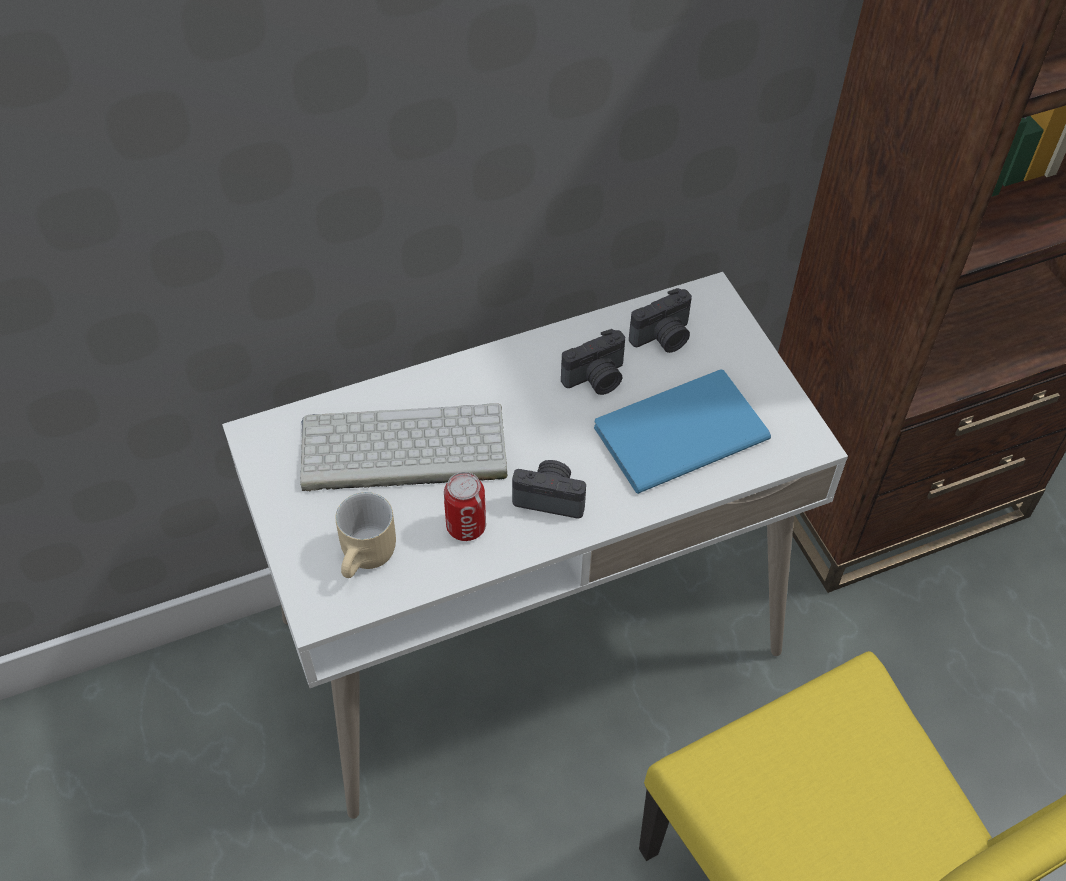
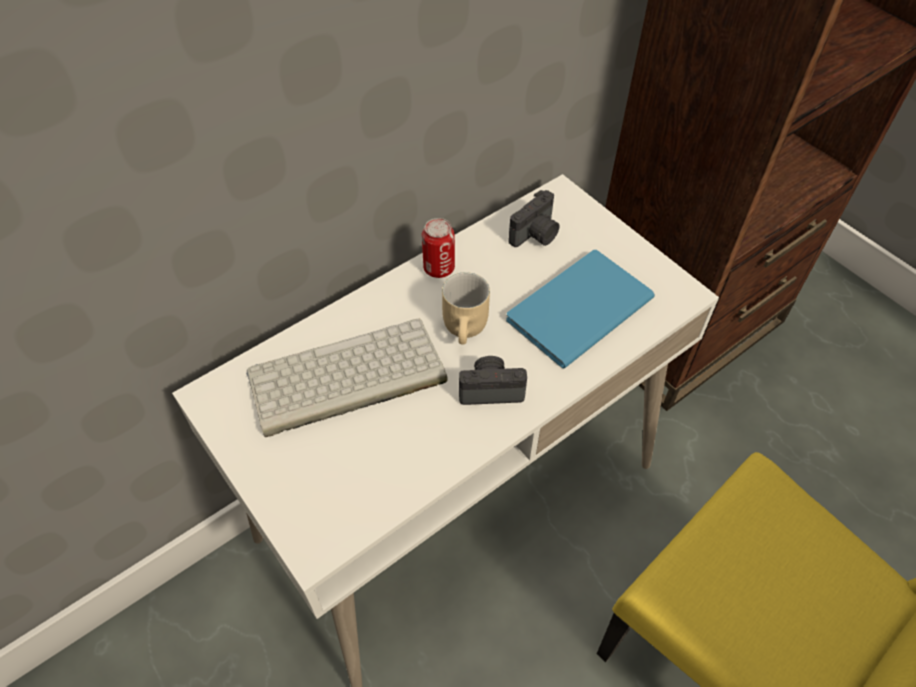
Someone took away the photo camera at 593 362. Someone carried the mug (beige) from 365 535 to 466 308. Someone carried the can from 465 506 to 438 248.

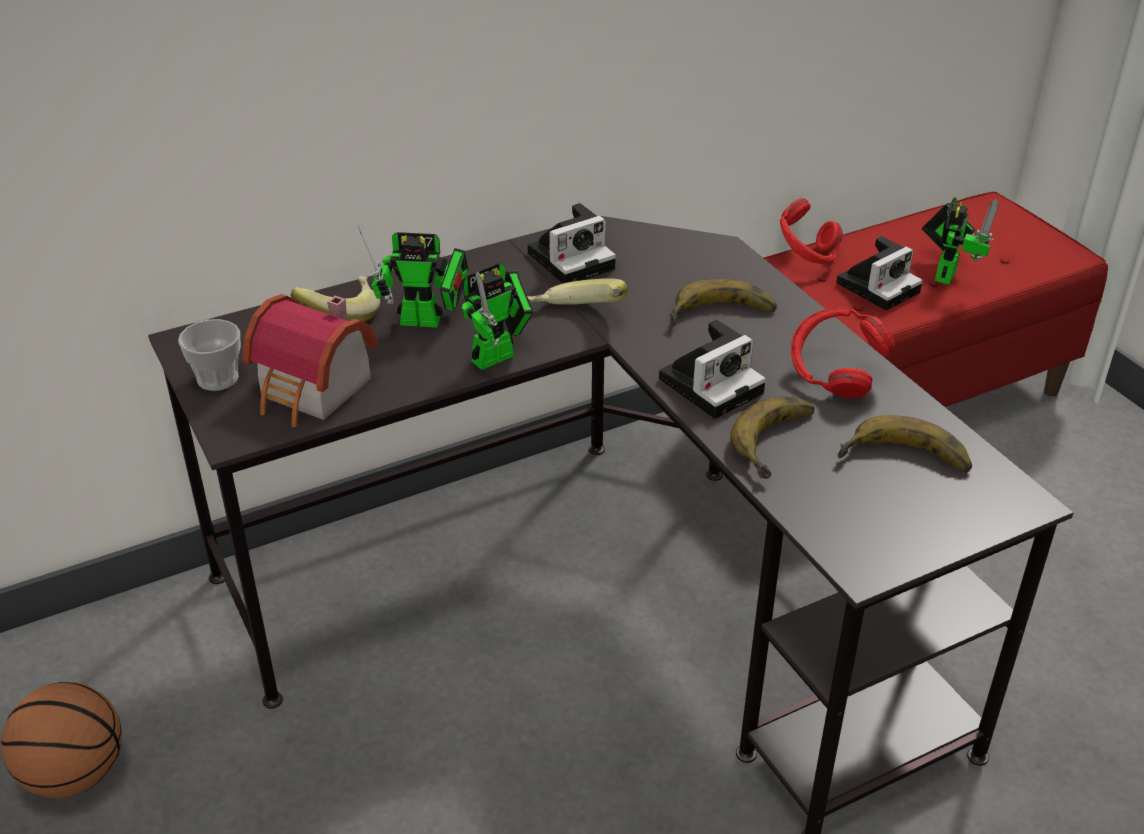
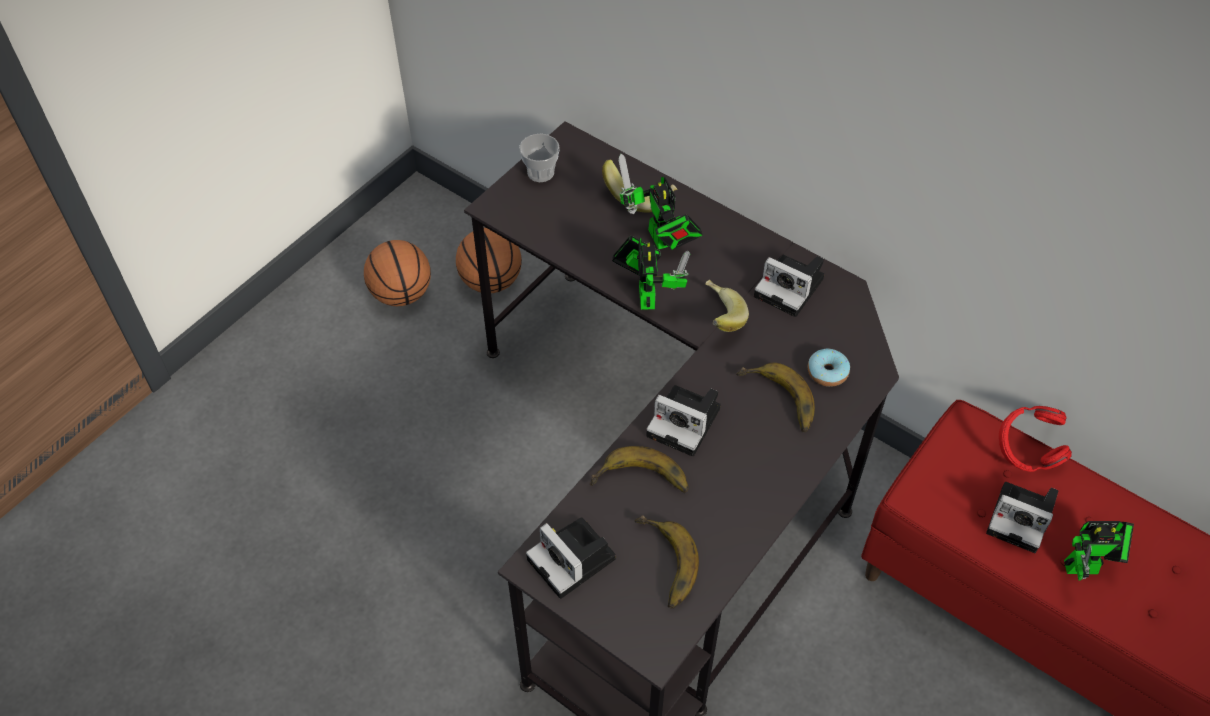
Someone took away the toy house at 311 360. Someone took away the headphones (red) at 843 352. Someone put down the basketball at 489 260. Someone put down the photo camera at 571 558. Someone put down the donut at 829 367. Someone rotated the toy robot at 498 316 by 120 degrees counterclockwise.

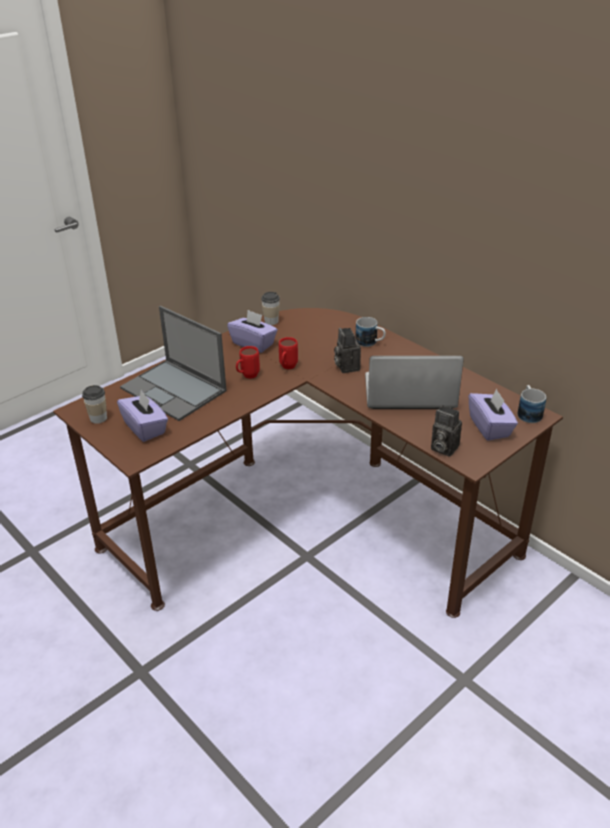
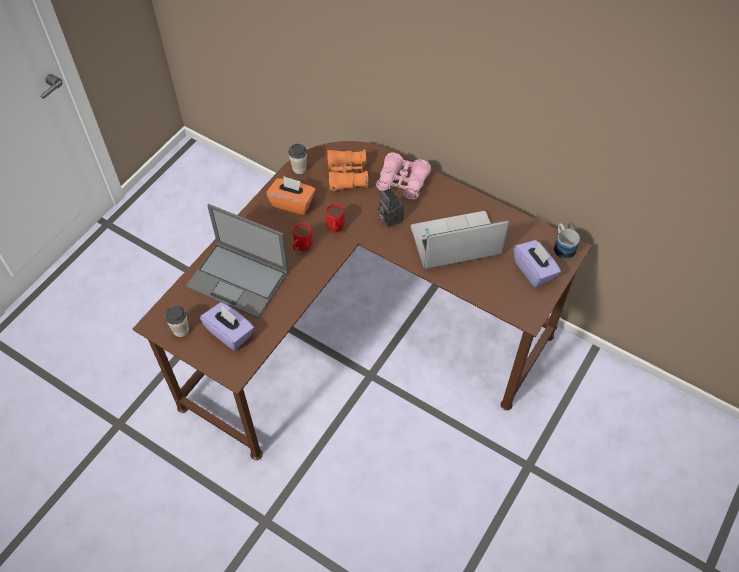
Someone took away the photo camera at 446 431. Someone put down the binoculars (orange) at 347 170. Someone swapped the mug at 370 332 for the binoculars (pink) at 403 176. Someone repainted the tissue box (purple) at 252 331, which became the tissue box (orange) at 290 195.

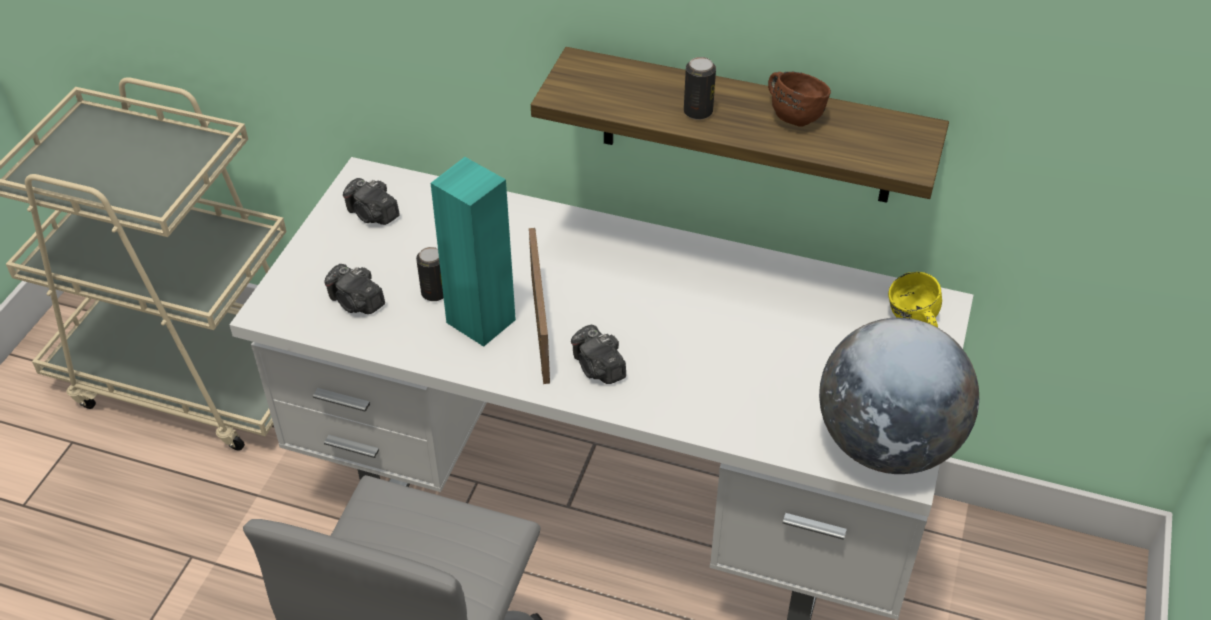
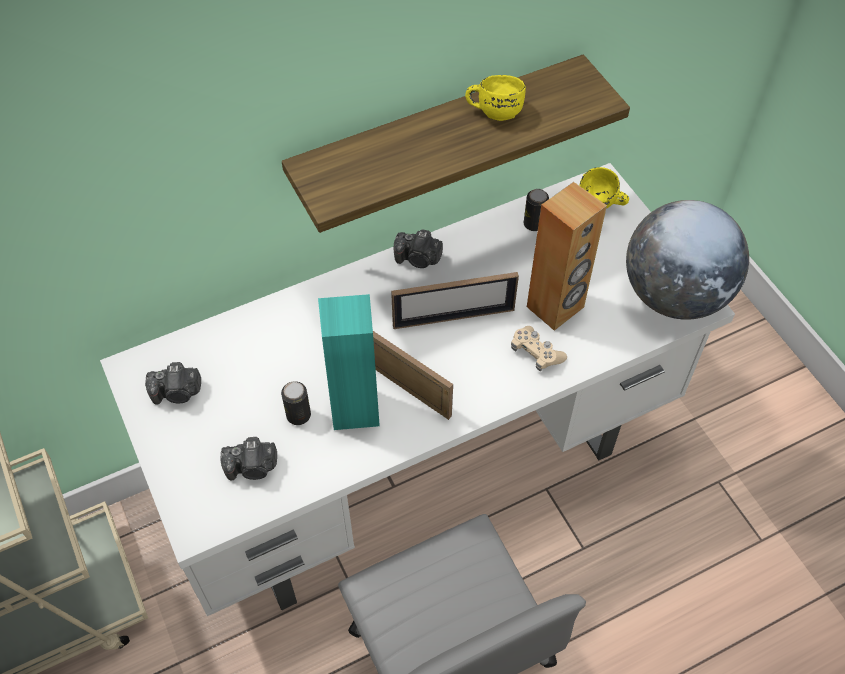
Someone put down the picture frame at 455 300. Someone put down the game controller (beige) at 539 348. Someone put down the speaker (brown) at 567 256. Someone carried the photo camera from 598 354 to 418 248. Someone carried the can from 700 88 to 536 210. Someone repainted the mug (brown) at 799 99, which became the mug (yellow) at 495 98.

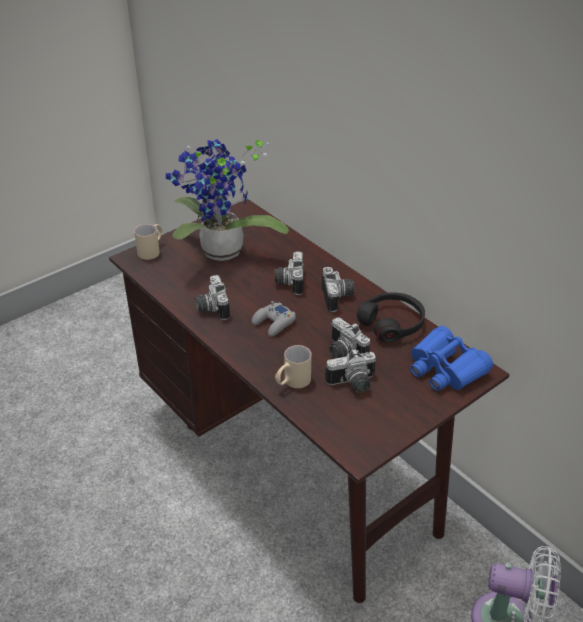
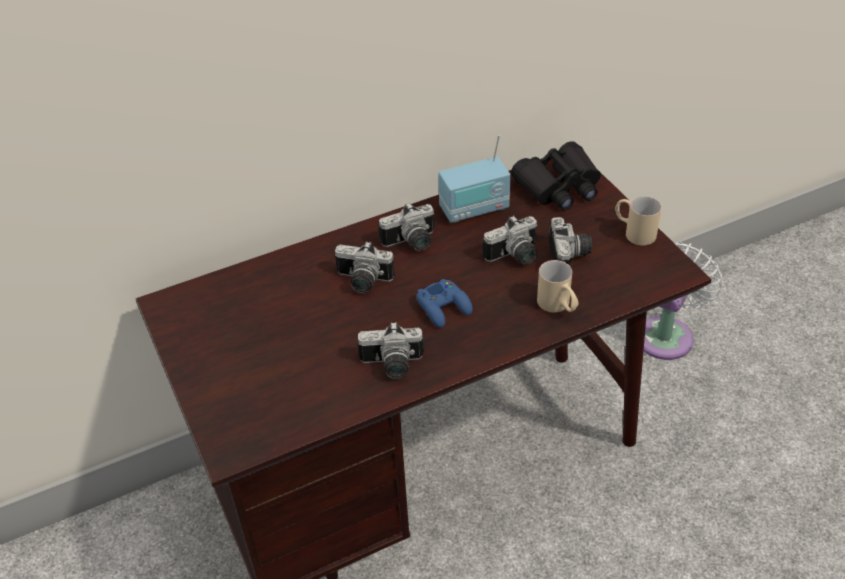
Someone took away the potted plant at 227 200. Someone carried the mug (beige) from 148 242 to 638 221. Someone swapped the headphones (black) at 391 317 for the radio at 474 179. Someone repainted the game controller (grey) at 274 319, which became the game controller (blue) at 444 303. Someone repainted the binoculars (blue) at 451 358, which became the binoculars (black) at 556 175. Someone rotated the photo camera at 338 289 by 150 degrees clockwise.

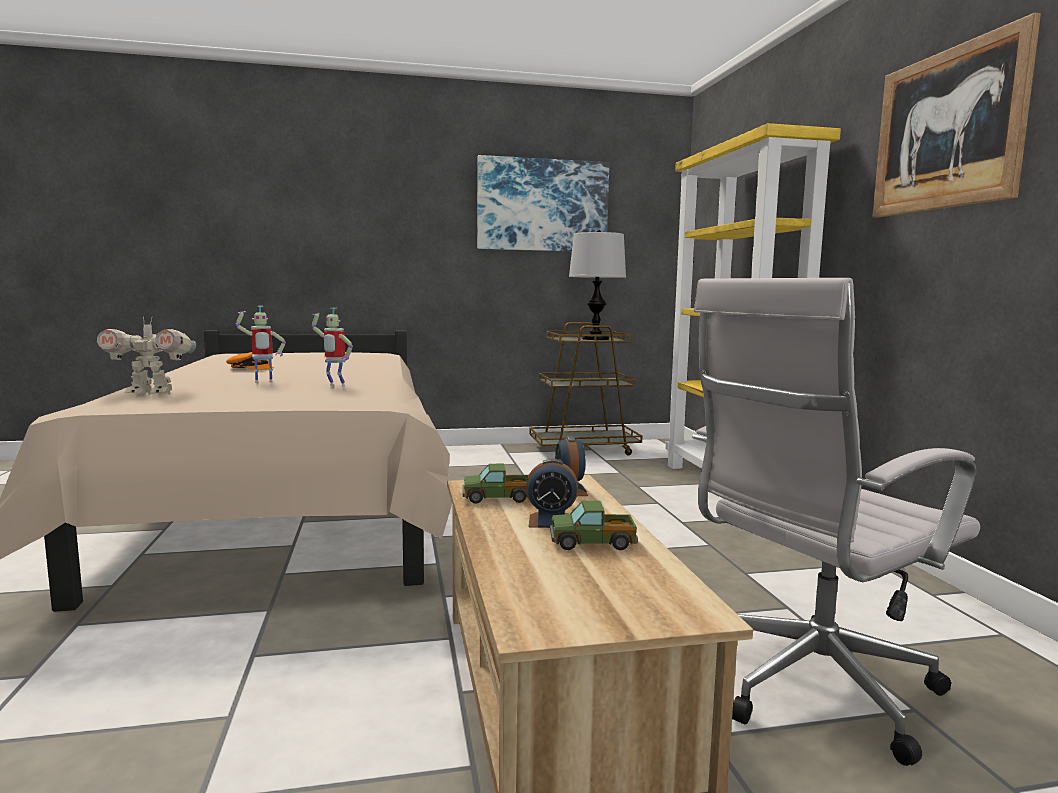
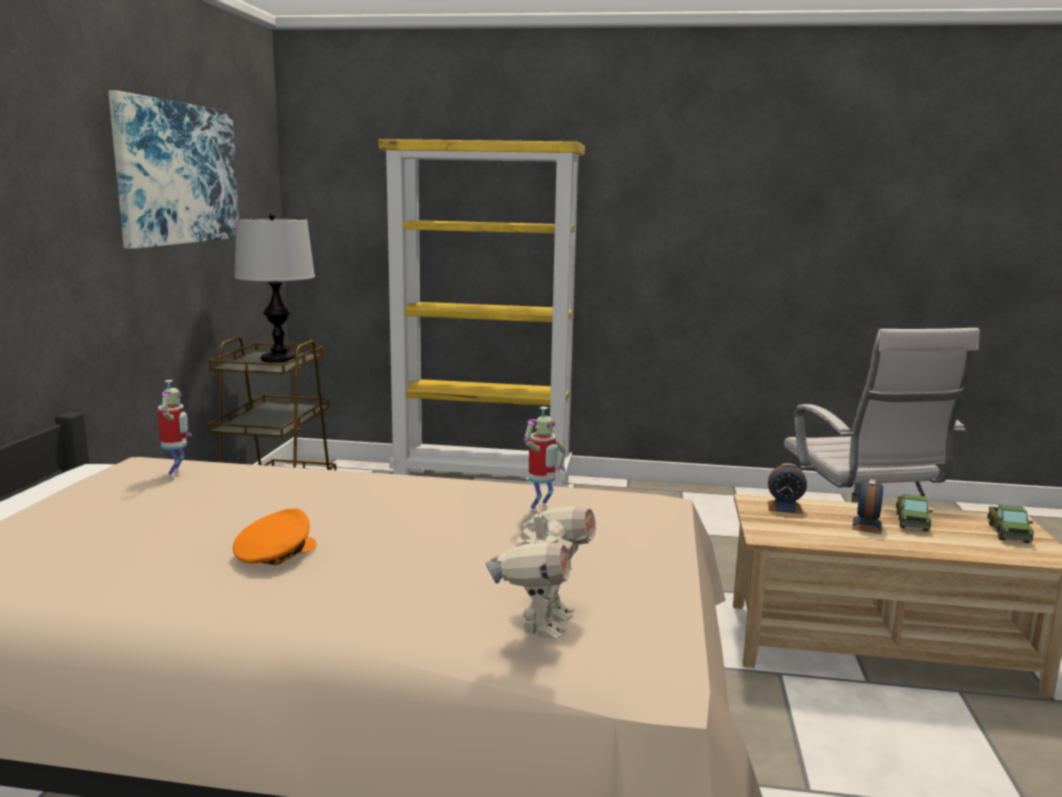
Someone took away the picture at 956 115. Someone carried the toy robot from 260 344 to 174 429. Someone carried the toy truck from 496 484 to 1010 523.

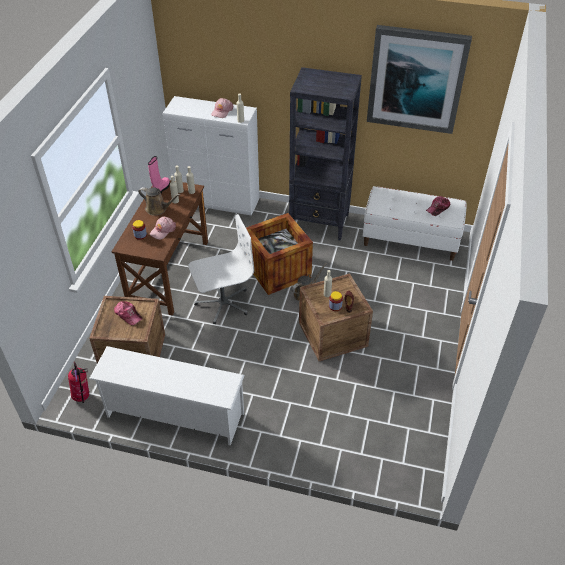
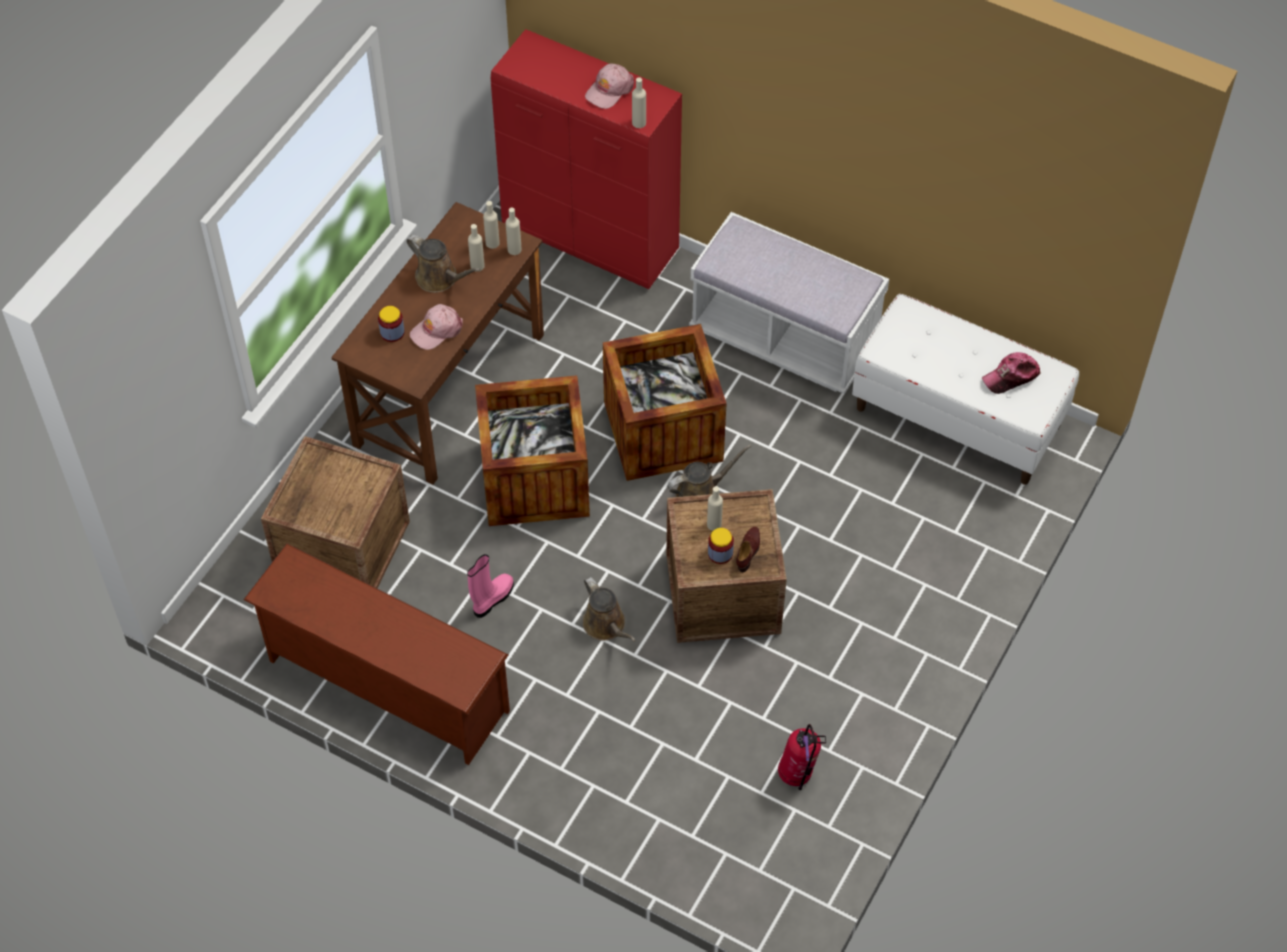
Someone took away the cap at 128 313. Someone took away the picture at 419 79. Someone put down the watering can (brown) at 609 609. Someone carried the fire extinguisher from 78 382 to 802 757. Someone carried the boot (pink) from 159 175 to 490 586. Someone swapped the office chair (white) at 221 269 for the crate at 532 450. Someone swapped the bookcase (black) at 325 154 for the bench (white) at 789 303. Someone repainted the shoe rack (white) at 167 395, which became the shoe rack (brown) at 376 654. Someone repainted the cabinet (white) at 211 156, which became the cabinet (red) at 586 159.

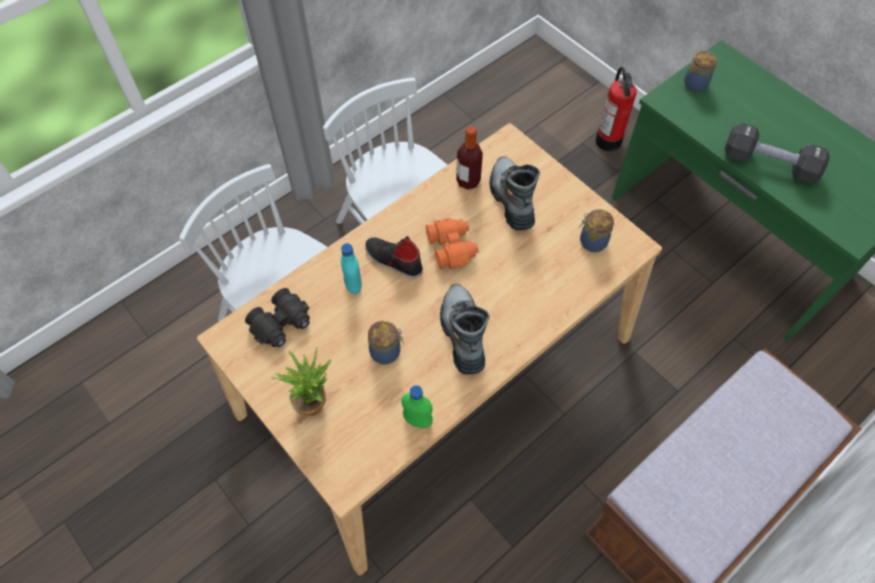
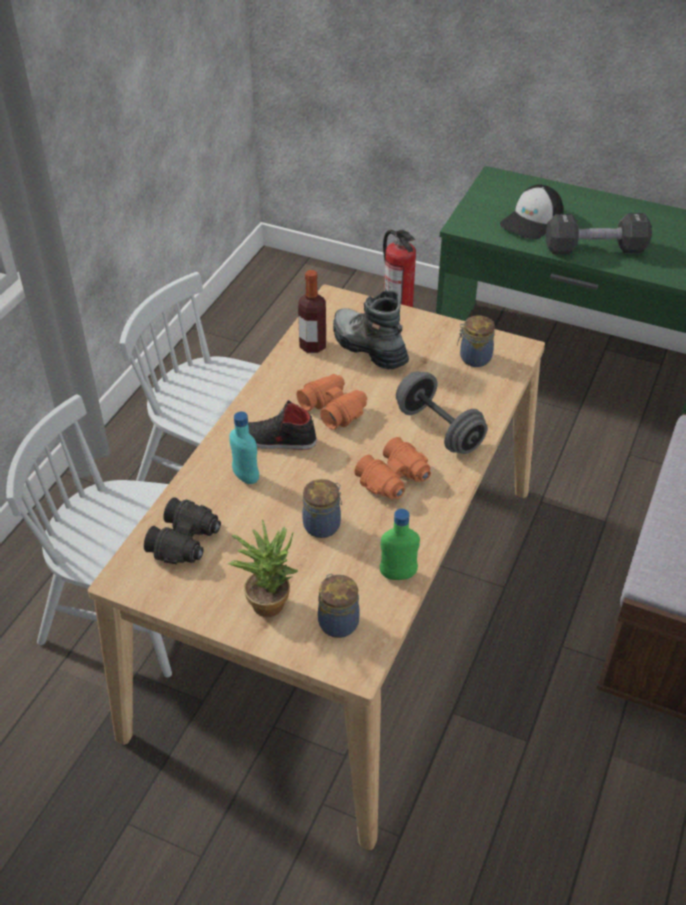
Someone put down the dumbbell (grey) at 442 412. Someone put down the cap at 532 212. Someone carried the jar from 700 71 to 339 606. Someone swapped the boot at 465 329 for the binoculars (orange) at 392 468.

